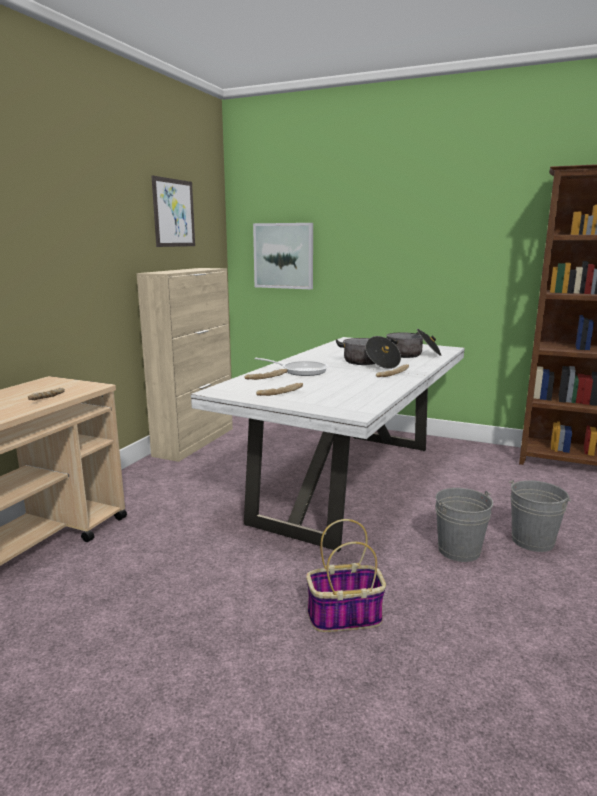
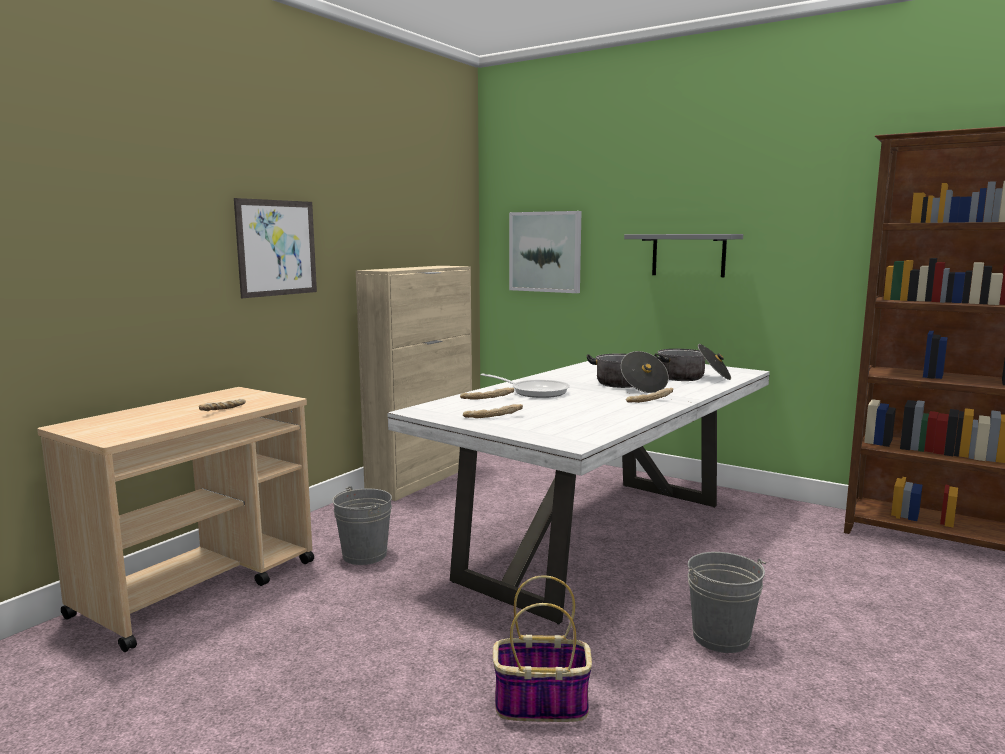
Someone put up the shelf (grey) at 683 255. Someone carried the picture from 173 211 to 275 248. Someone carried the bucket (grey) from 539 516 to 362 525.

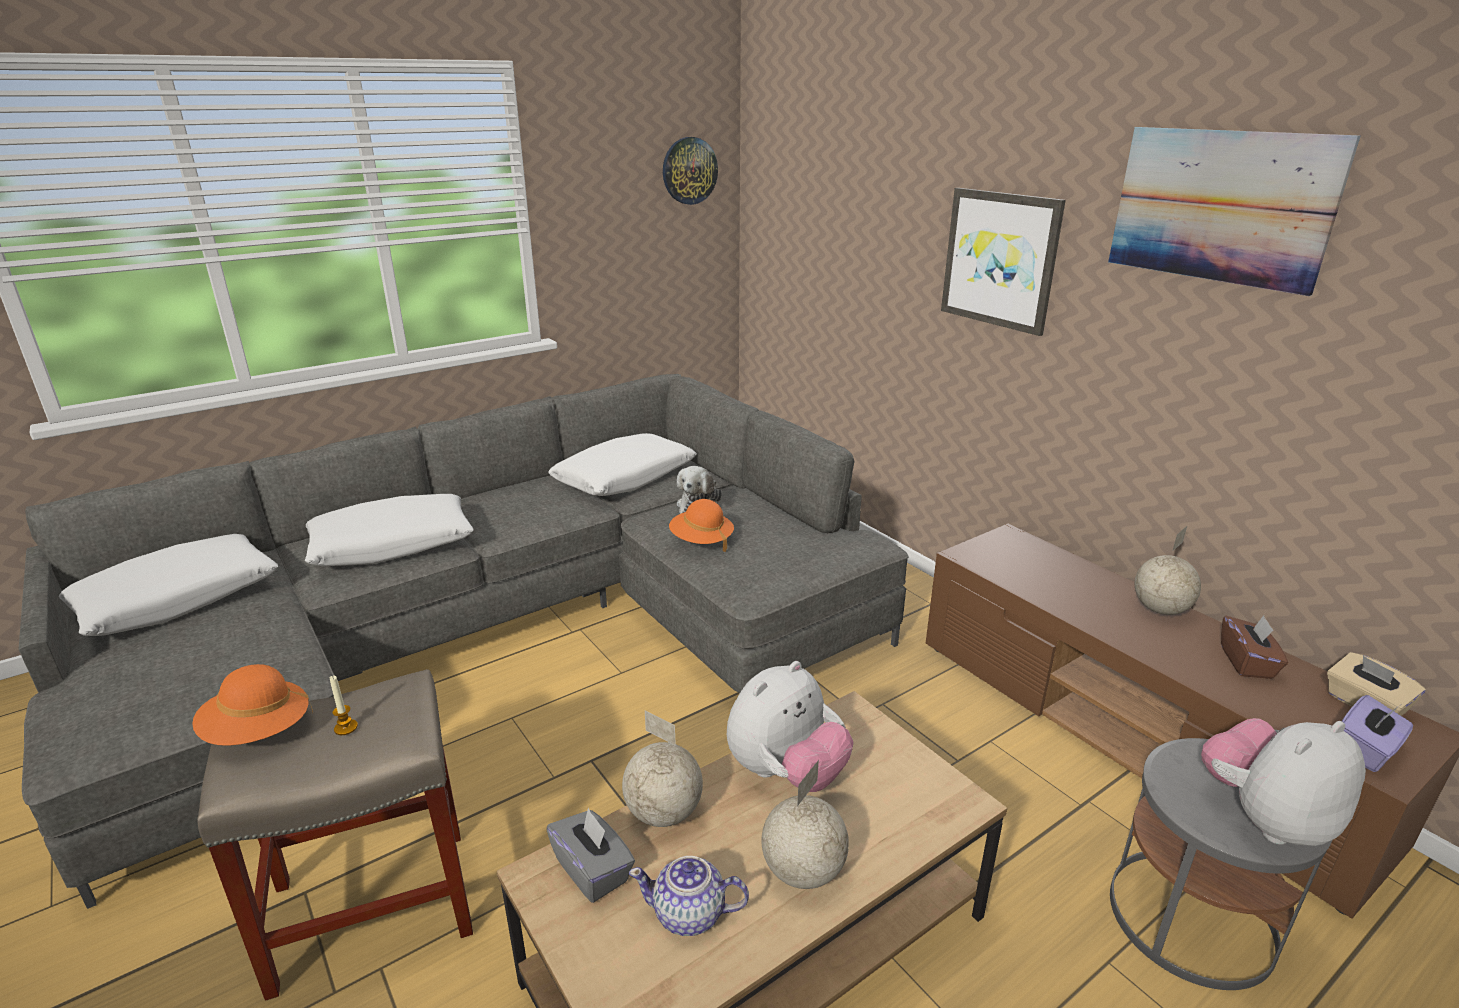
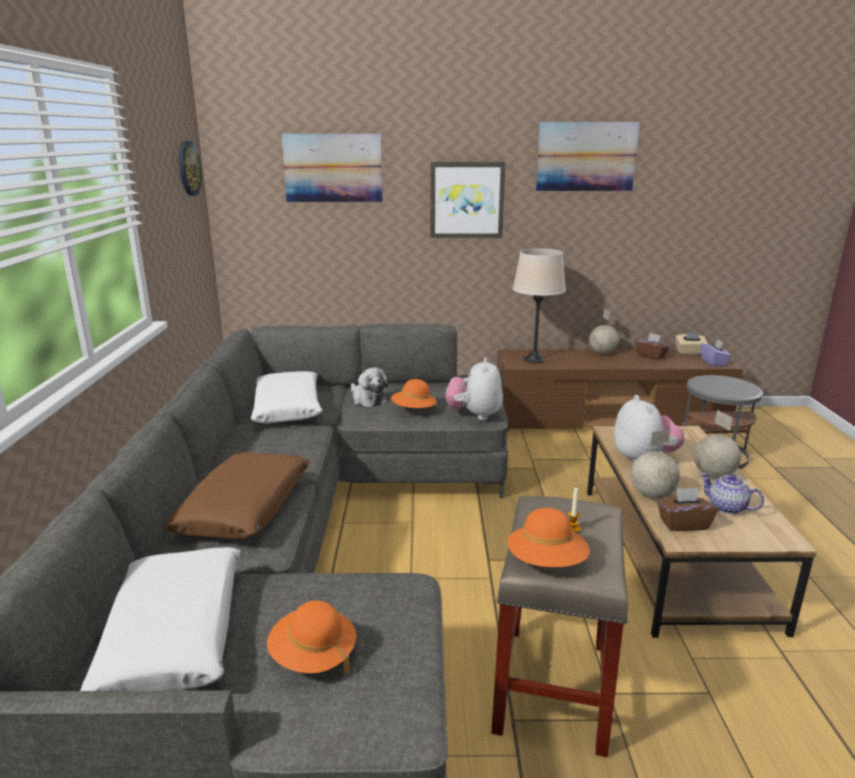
Someone put down the hat (orange) at 311 637. Someone put up the picture at 331 168. Someone put down the table lamp (beige) at 539 306. Someone carried the plush toy from 1283 782 to 474 389. Someone repainted the pillow (white) at 389 530, which became the pillow (brown) at 237 495. Someone repainted the tissue box (grey) at 590 855, which became the tissue box (brown) at 687 509. Someone rotated the teapot at 689 896 by 90 degrees clockwise.

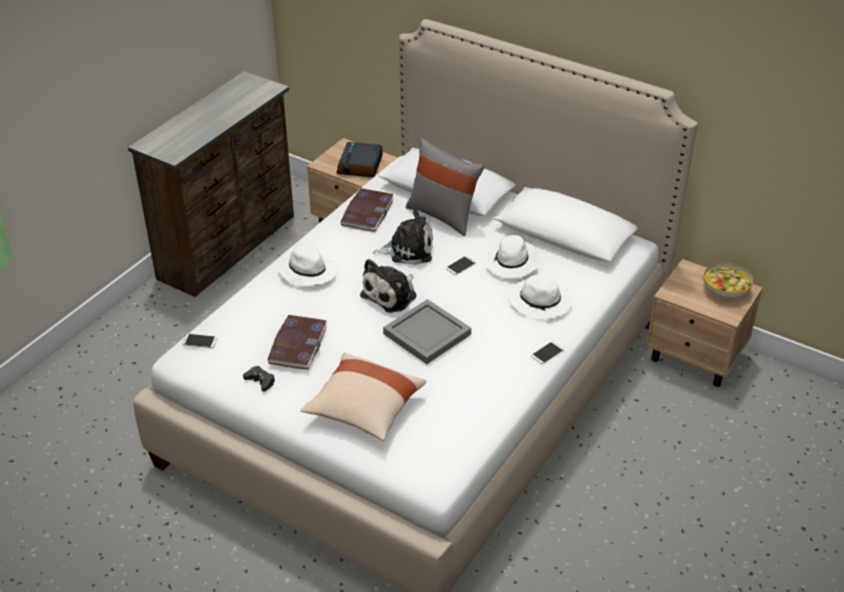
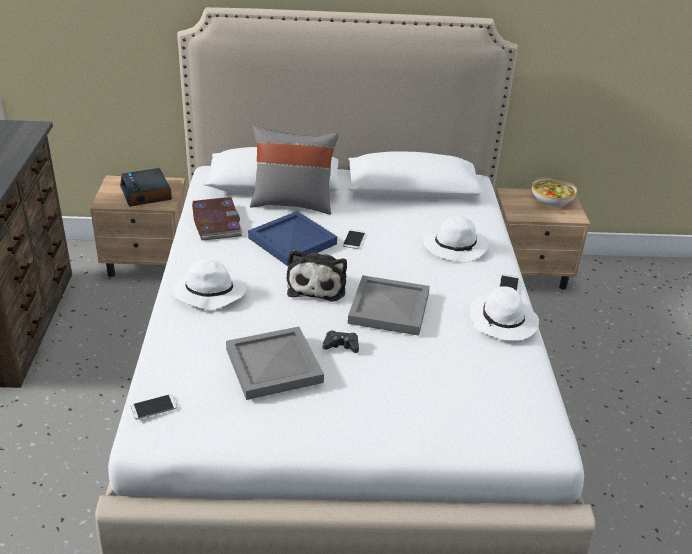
Someone took away the pillow (beige) at 363 397. Someone carried the game controller (black) from 259 379 to 341 341. Someone carried the hat (white) from 512 257 to 504 313. Someone swapped the book at 298 342 for the tray (grey) at 275 363. Someone swapped the plush toy at 402 237 for the tray (blue) at 292 238.

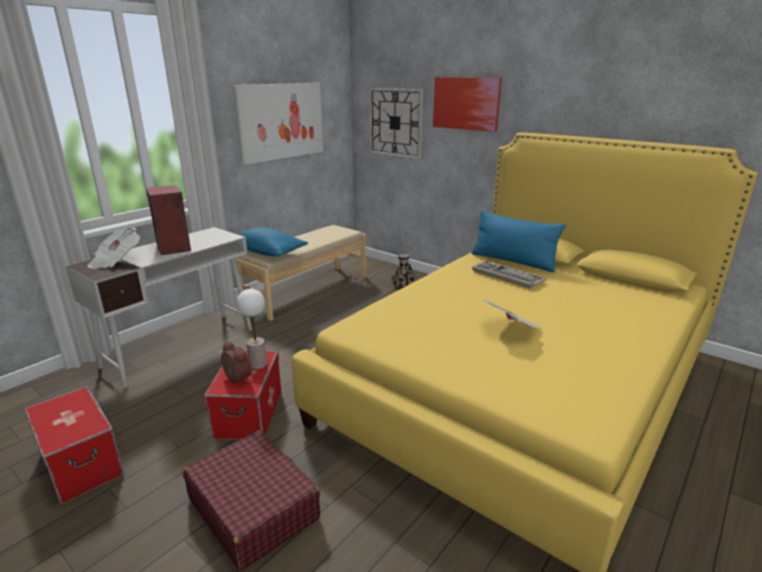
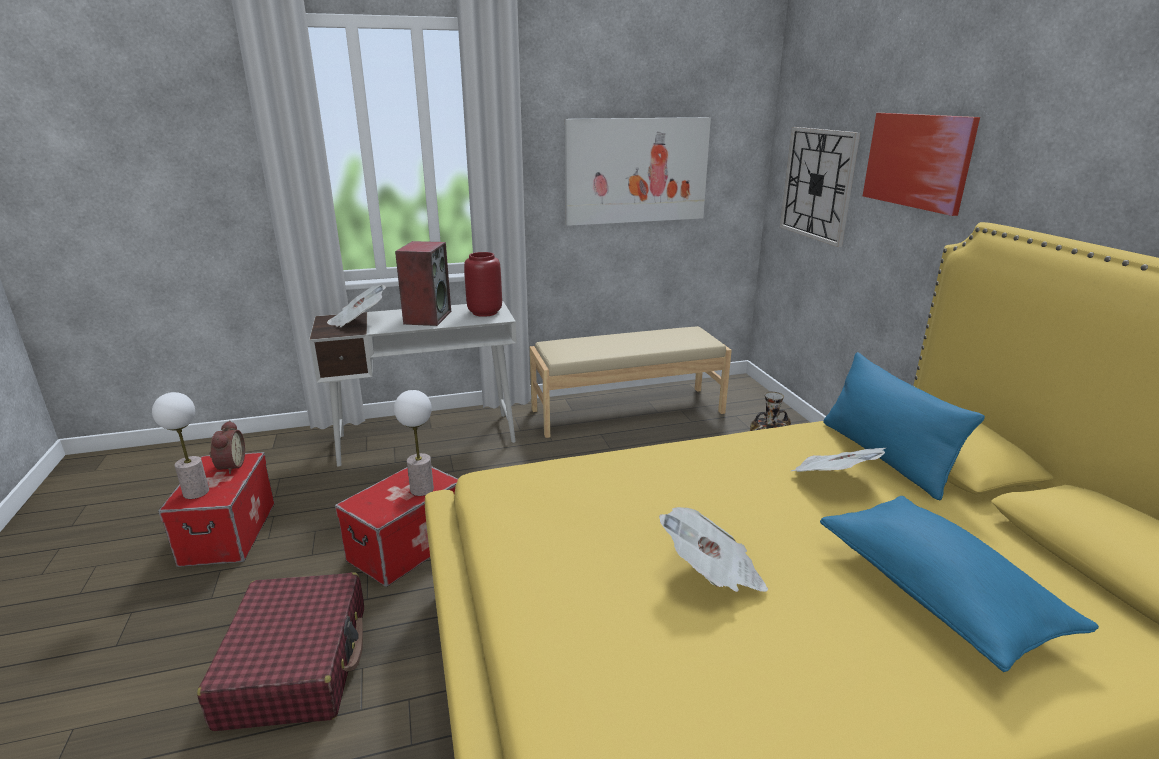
Someone put down the table lamp at 180 445. Someone put down the vase (red) at 483 284. Someone carried the alarm clock from 236 362 to 227 447. Someone carried the pillow (blue) from 272 241 to 959 584. Someone swapped the keyboard at 509 274 for the newspaper at 838 460.

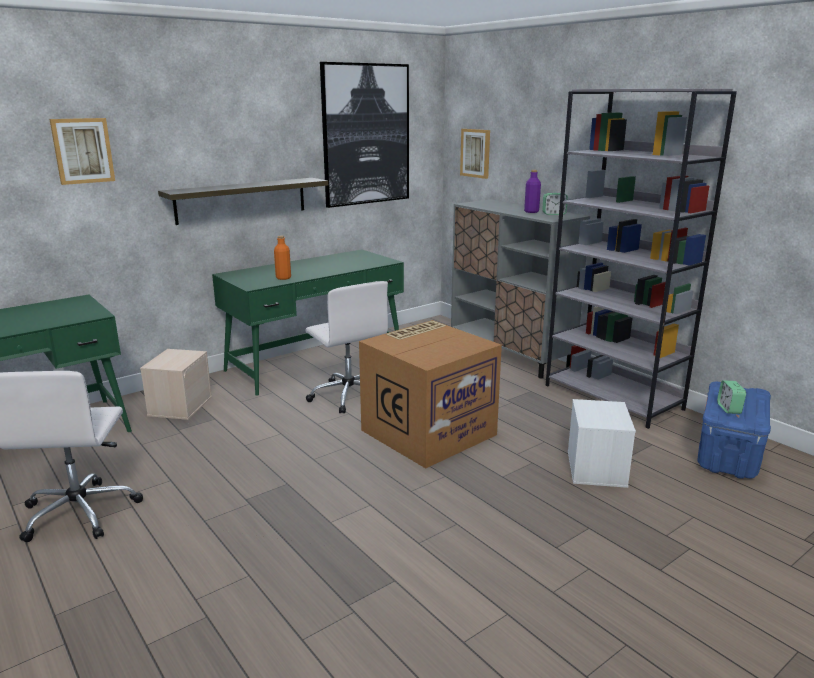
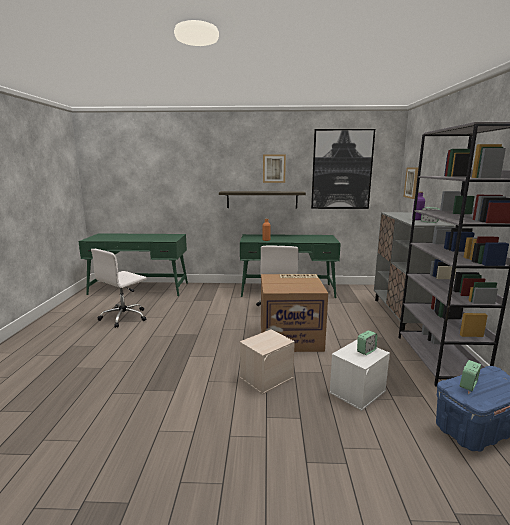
Someone put down the alarm clock at 367 342. Someone carried the picture from 82 151 to 274 169. Someone carried the storage box (beige) from 176 384 to 267 362.

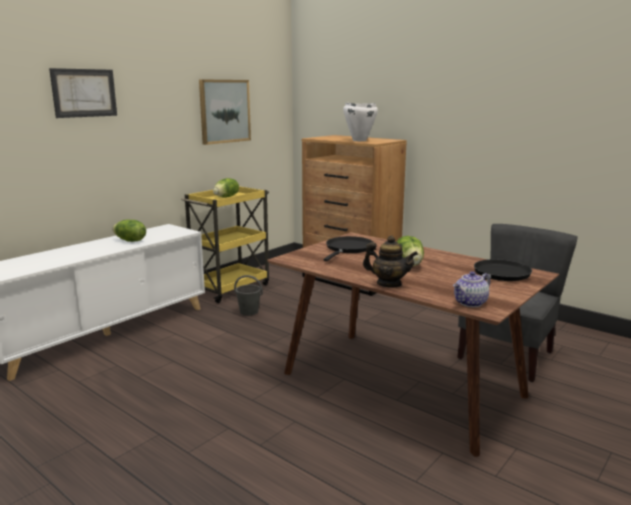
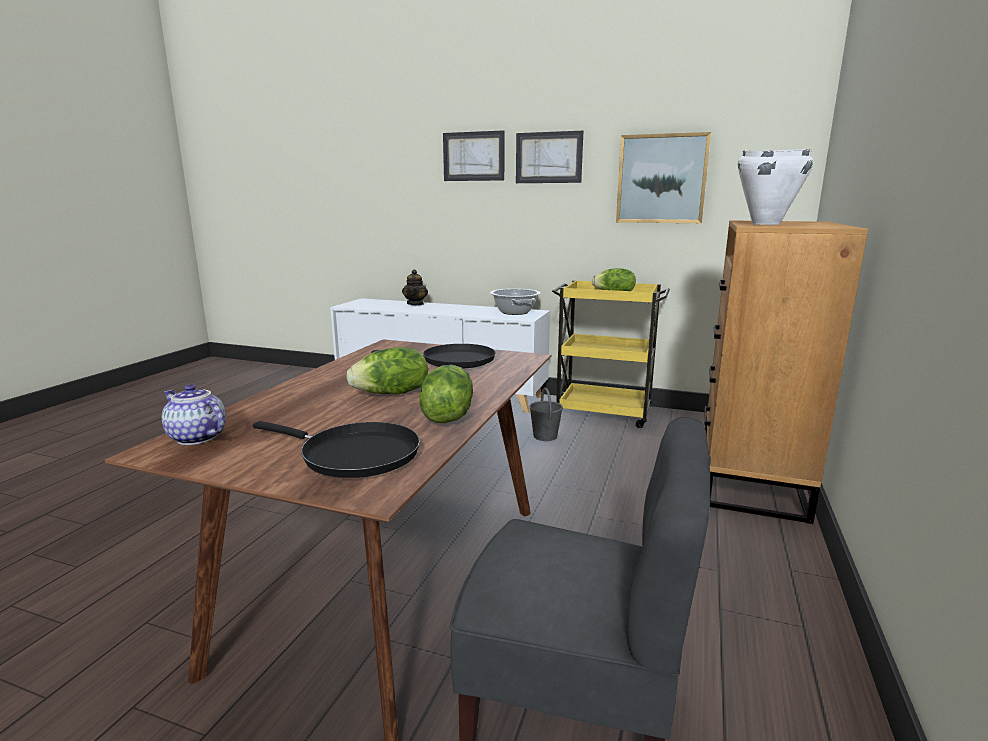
Someone put down the cooking pot at 515 302. Someone put up the picture at 549 157. Someone carried the lettuce from 129 231 to 446 394. Someone carried the teapot from 390 261 to 415 287.

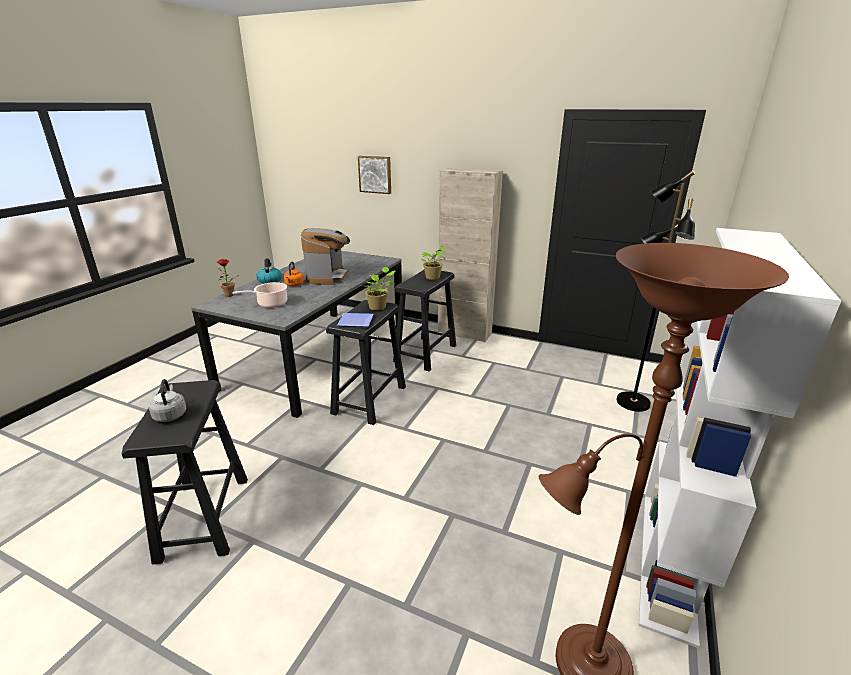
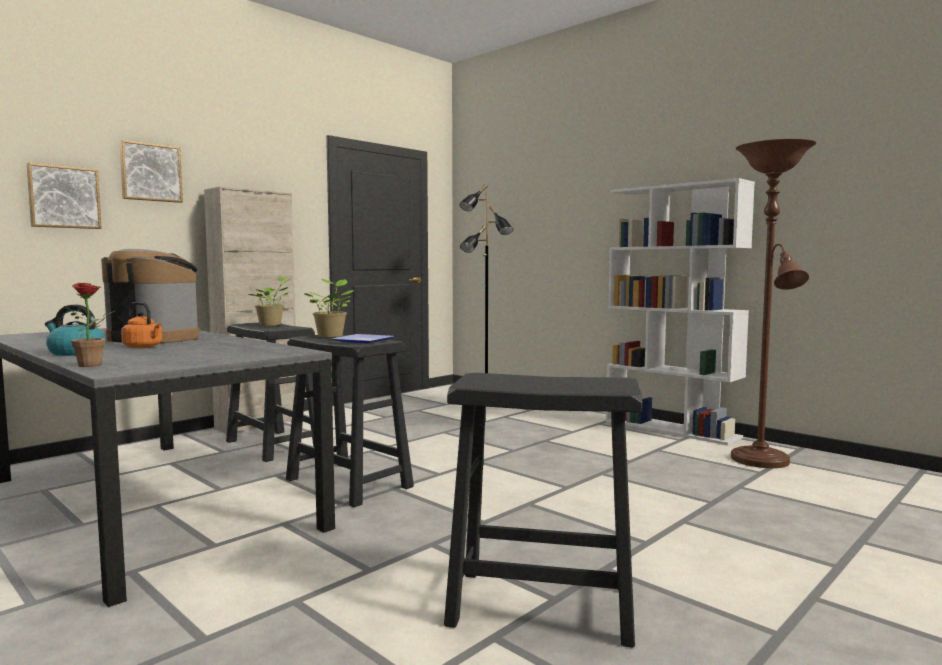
Someone took away the kettle (grey) at 167 400. Someone took away the cooking pot at 259 295. Someone put up the picture at 151 171.

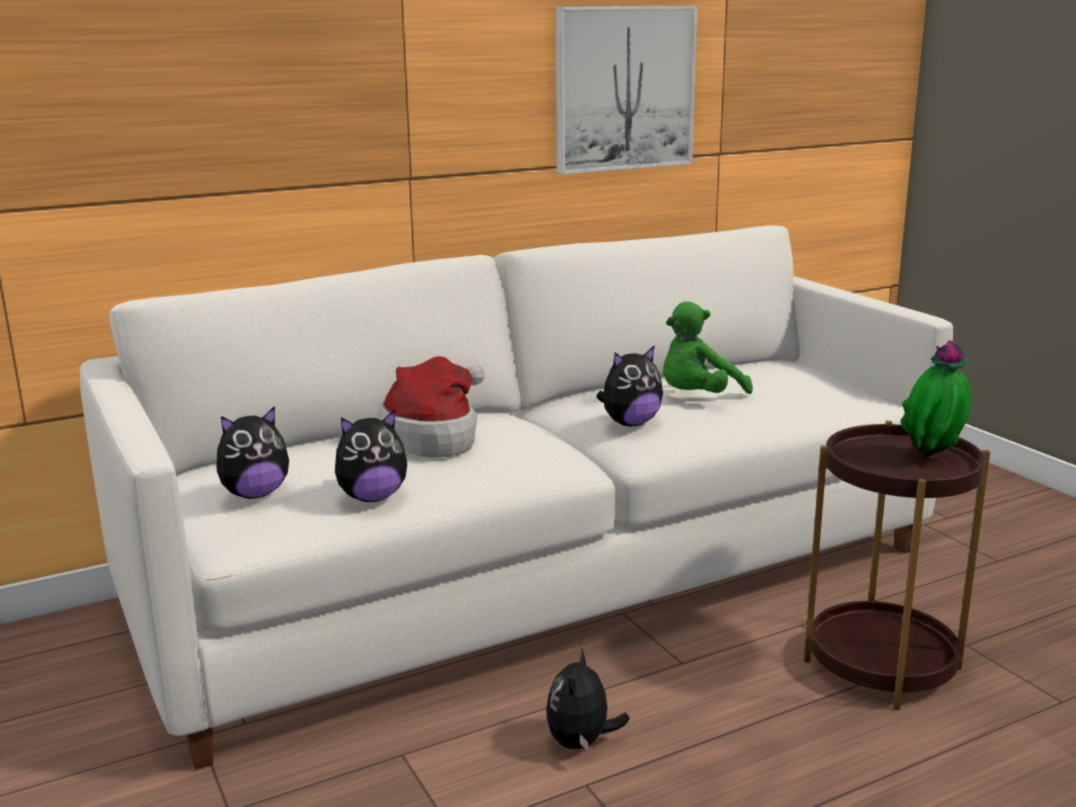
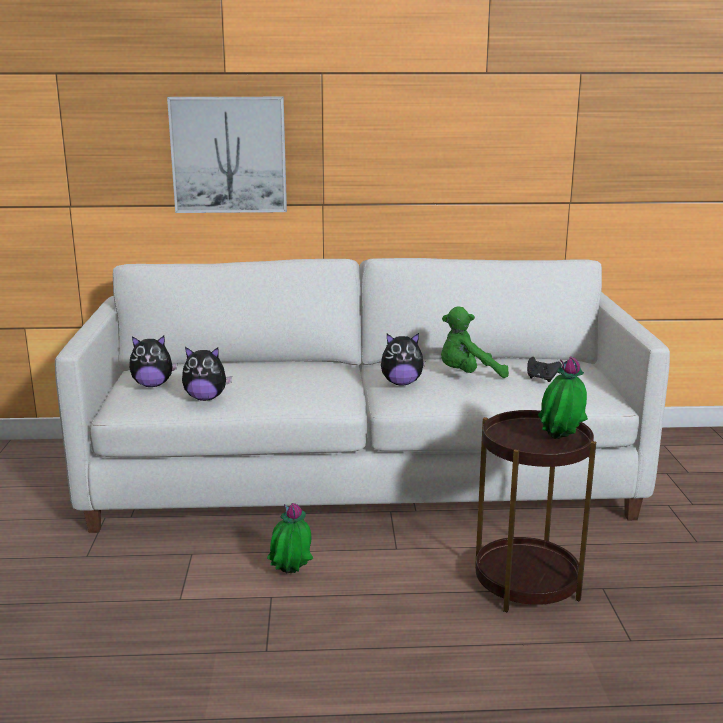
Someone took away the hat at 430 407. Someone put down the game controller (black) at 544 369. Someone carried the picture from 626 90 to 227 155. Someone swapped the plush toy at 588 699 for the potted plant at 290 538.

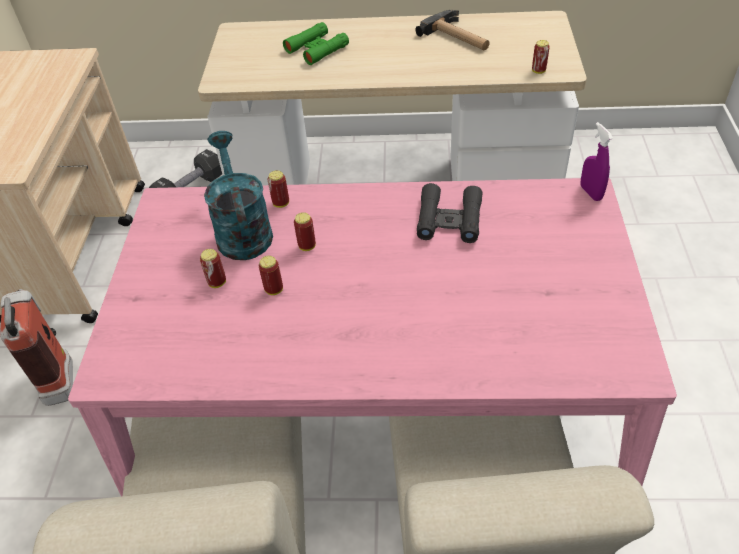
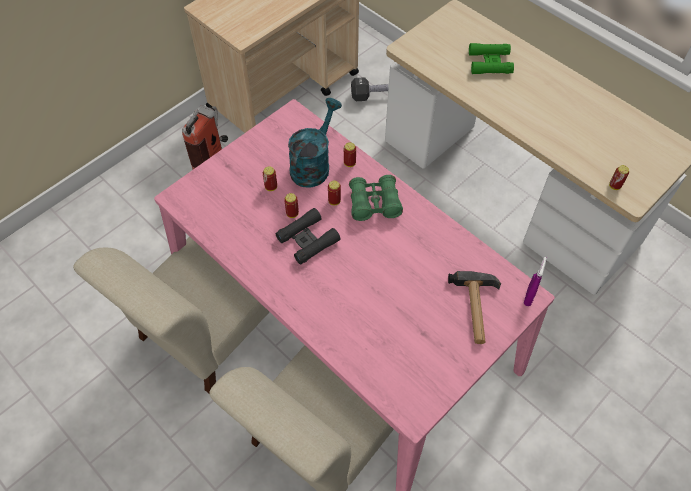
Someone put down the binoculars (green) at 376 198. Someone carried the hammer from 453 30 to 474 307. Someone carried the binoculars (black) from 450 213 to 307 236.

